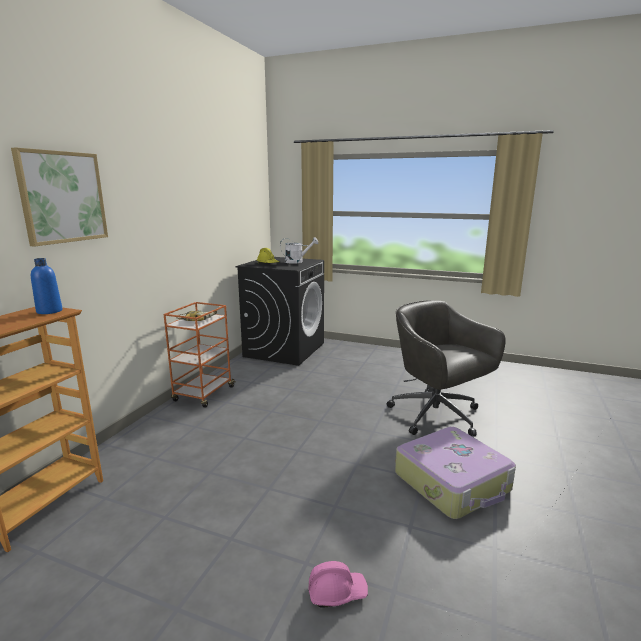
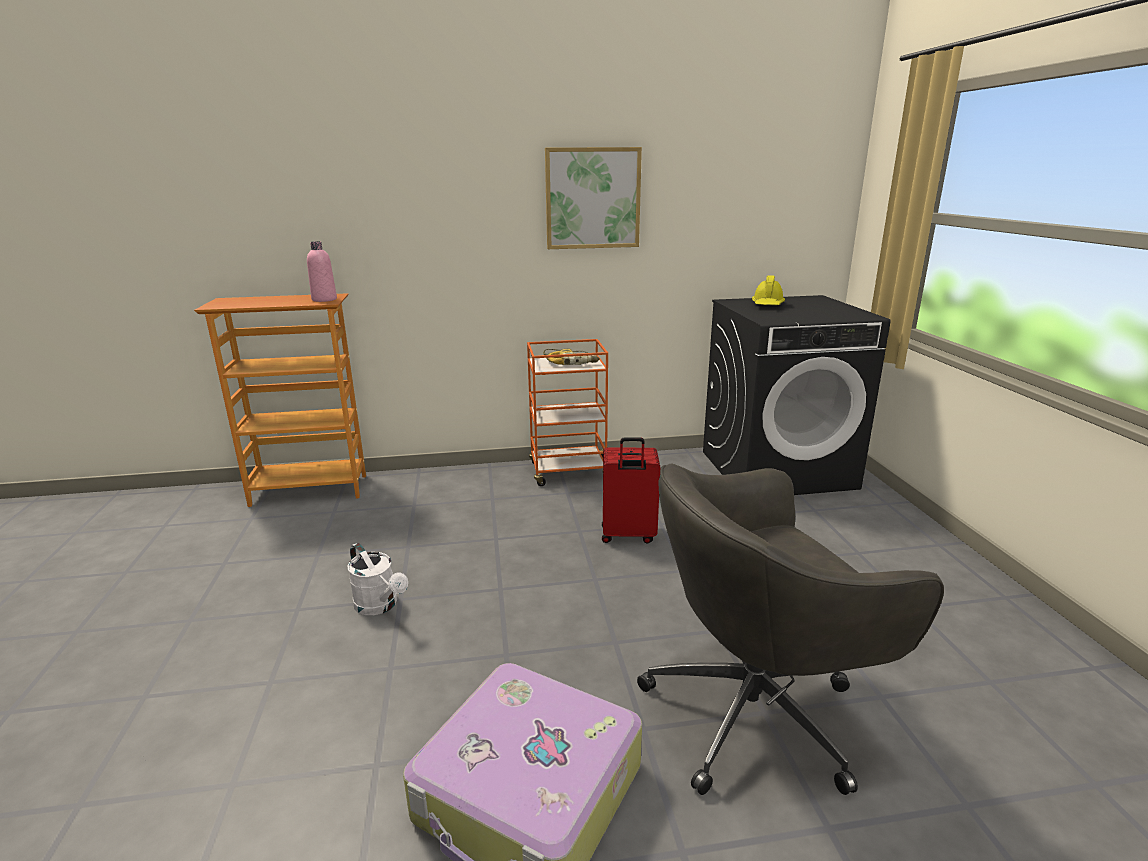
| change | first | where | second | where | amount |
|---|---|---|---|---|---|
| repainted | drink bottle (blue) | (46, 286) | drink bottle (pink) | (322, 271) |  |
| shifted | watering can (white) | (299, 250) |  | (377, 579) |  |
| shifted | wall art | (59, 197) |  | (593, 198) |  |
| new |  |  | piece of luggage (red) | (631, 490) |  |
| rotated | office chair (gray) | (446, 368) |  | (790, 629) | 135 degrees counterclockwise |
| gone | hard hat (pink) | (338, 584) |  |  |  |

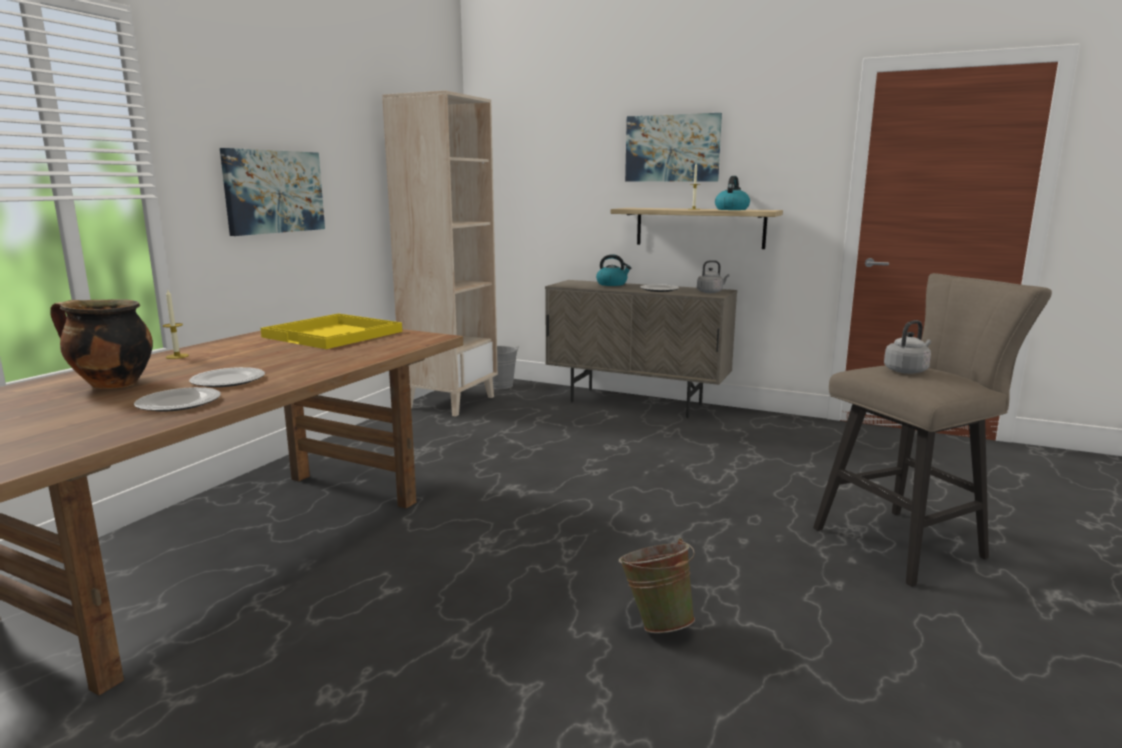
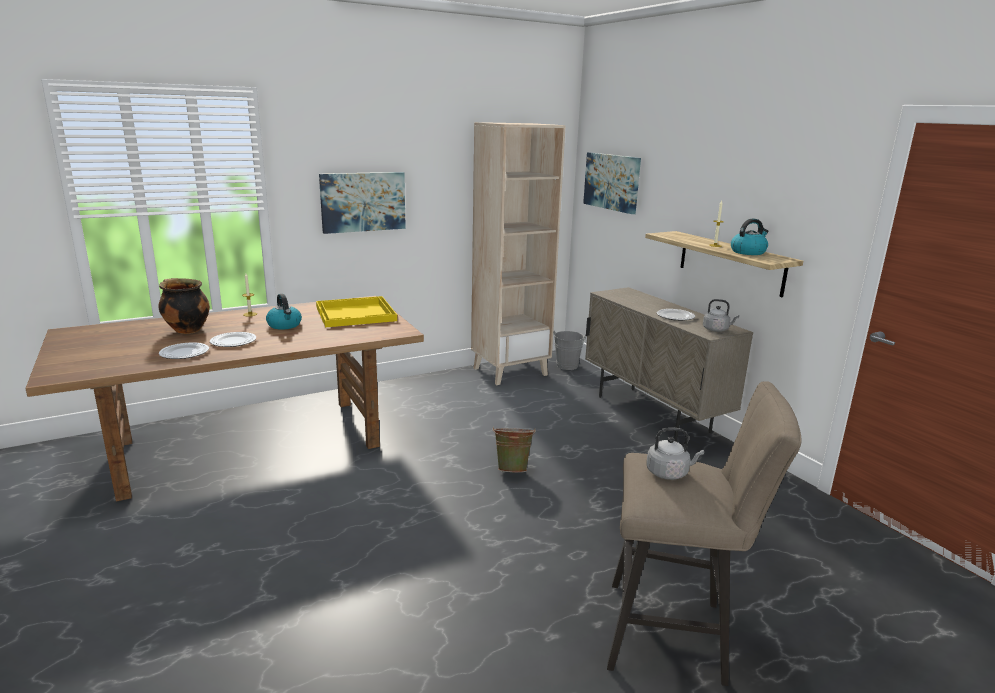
| change | first | where | second | where | amount |
|---|---|---|---|---|---|
| shifted | tea kettle | (614, 270) |  | (284, 312) |  |
| shifted | water bucket (green-coloured) | (657, 585) |  | (514, 449) |  |
| shifted | wall art | (673, 147) |  | (612, 183) |  |

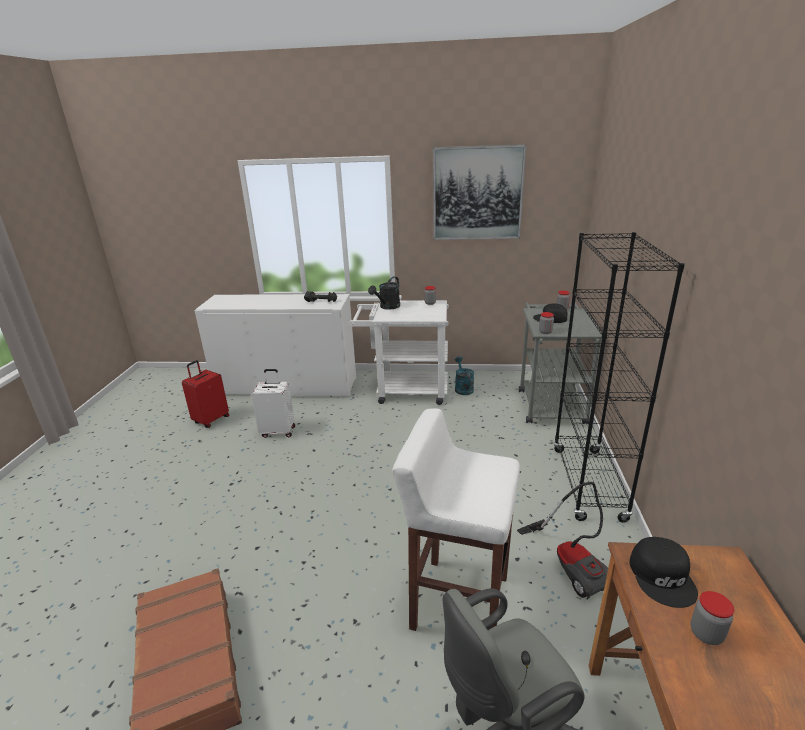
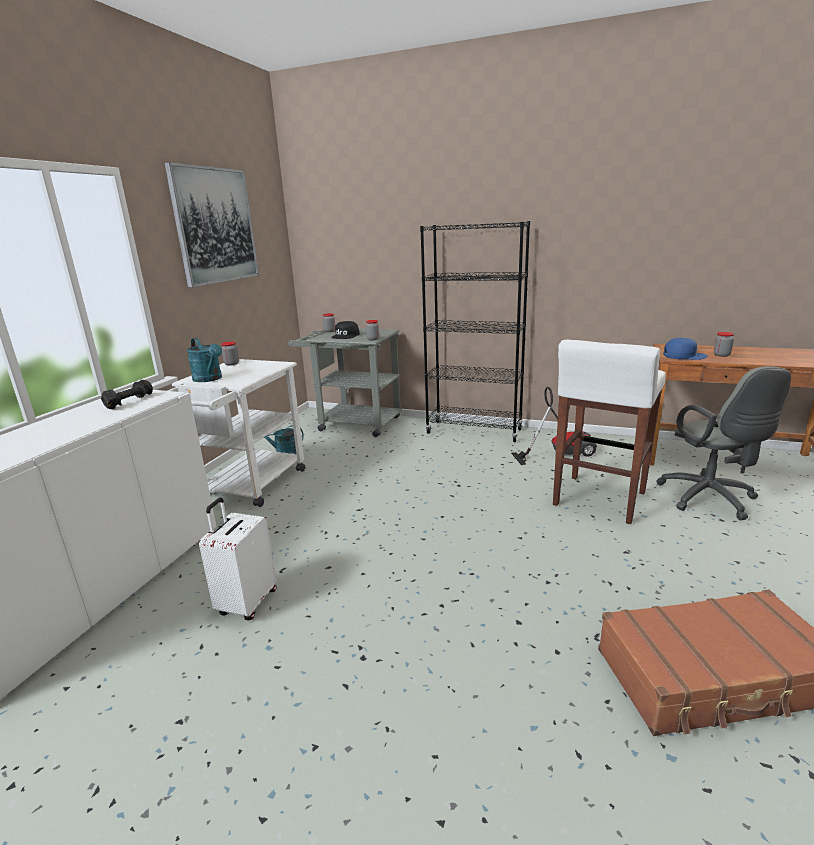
| change | first | where | second | where | amount |
|---|---|---|---|---|---|
| repainted | watering can (blackish) | (384, 293) | watering can (turquoise-coloured) | (204, 360) |  |
| repainted | cap (blackish) | (664, 572) | cap (blue) | (685, 349) |  |
| gone | piece of luggage (red) | (205, 394) |  |  |  |

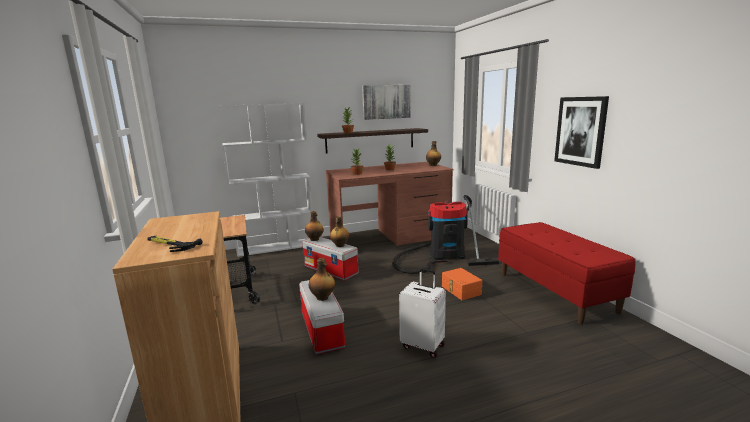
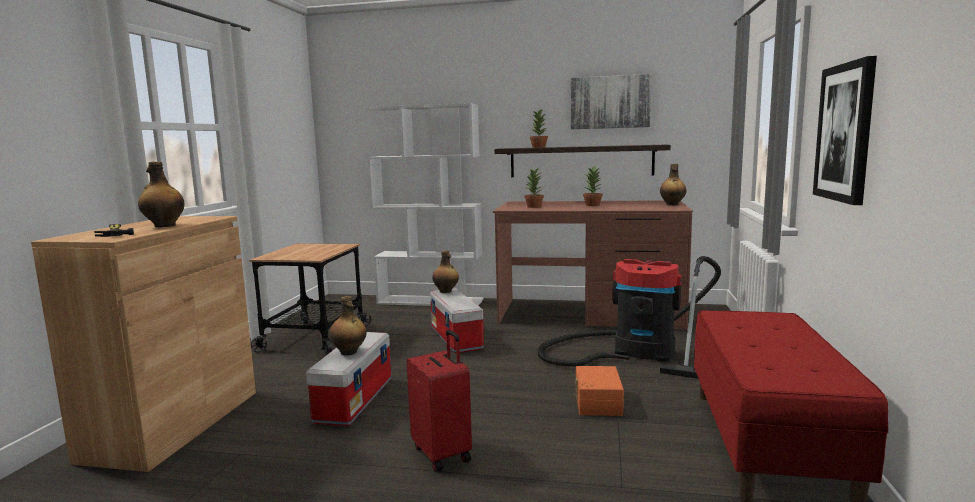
| change | first | where | second | where | amount |
|---|---|---|---|---|---|
| shifted | drink bottle | (339, 231) |  | (161, 194) |  |
| repainted | piece of luggage (white) | (422, 313) | piece of luggage (red) | (439, 401) |  |

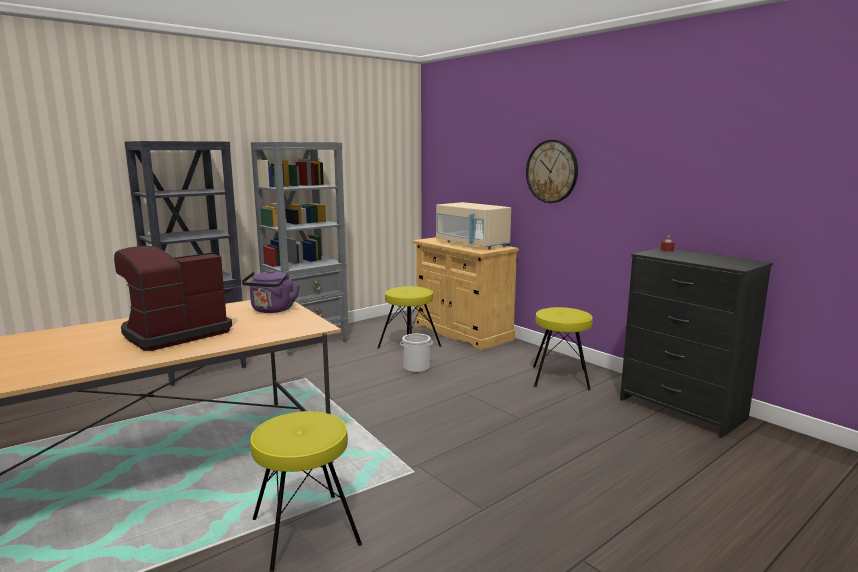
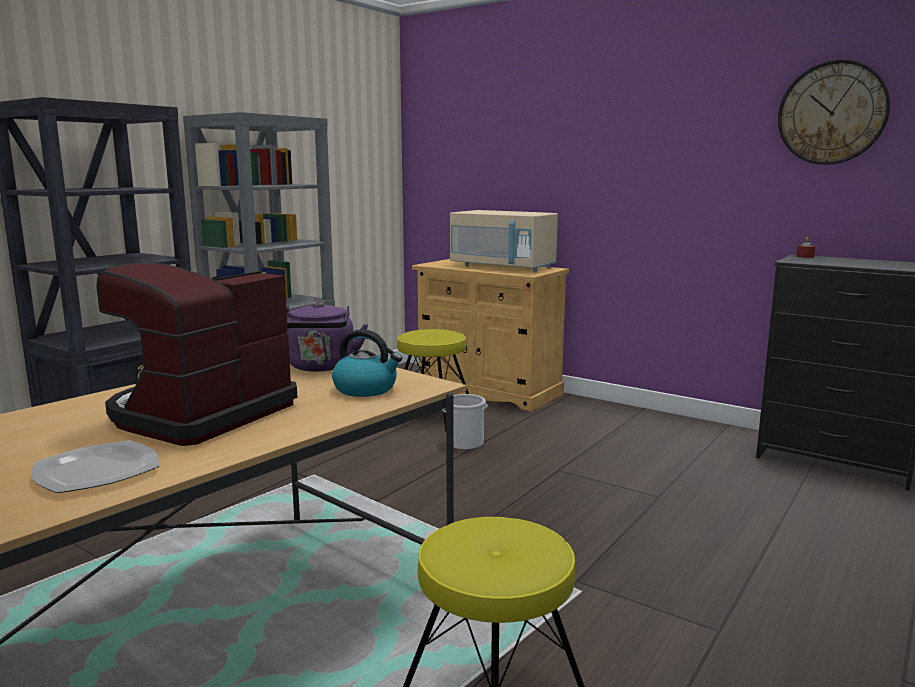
| change | first | where | second | where | amount |
|---|---|---|---|---|---|
| new |  |  | dinner plate | (95, 466) |  |
| new |  |  | tea kettle | (367, 363) |  |
| shifted | hanging clock | (552, 171) |  | (834, 112) |  |
| gone | stool seat (yellowish) | (563, 349) |  |  |  |

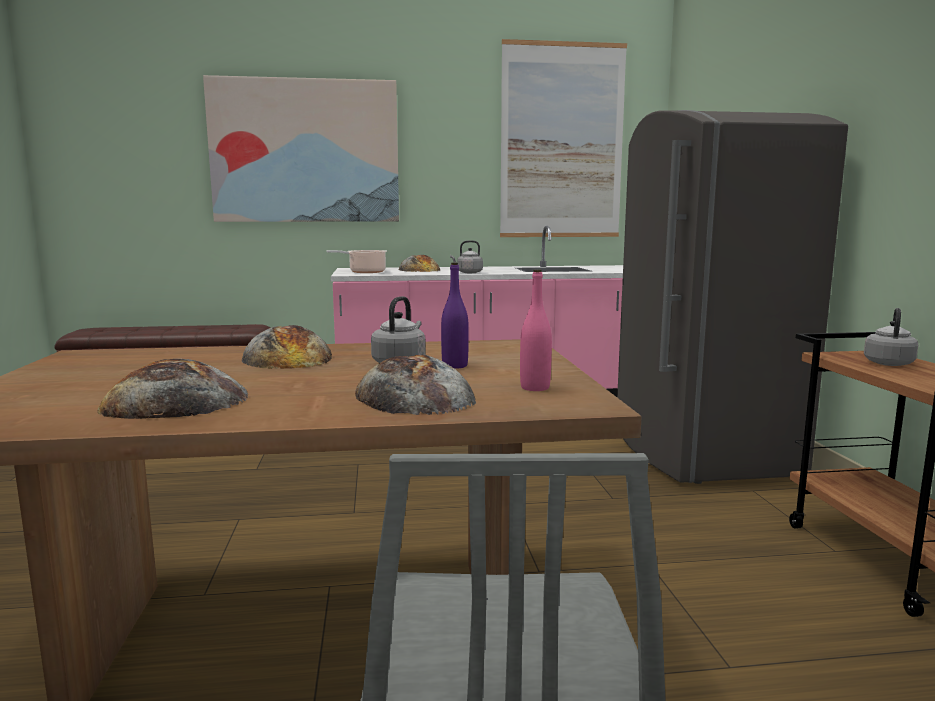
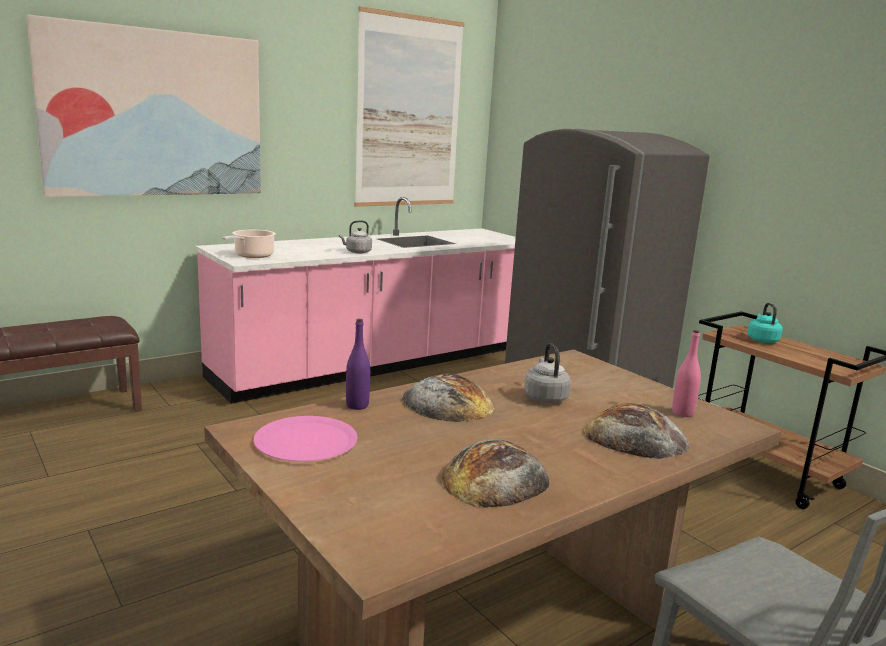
| change | first | where | second | where | amount |
|---|---|---|---|---|---|
| new |  |  | dinner plate (pink) | (305, 439) |  |
| shifted | drink bottle (purple-coloured) | (455, 315) |  | (358, 364) |  |
| repainted | tea kettle (gray) | (891, 337) | tea kettle (turquoise-coloured) | (765, 323) |  |
| gone | baked bread | (419, 263) |  |  |  |

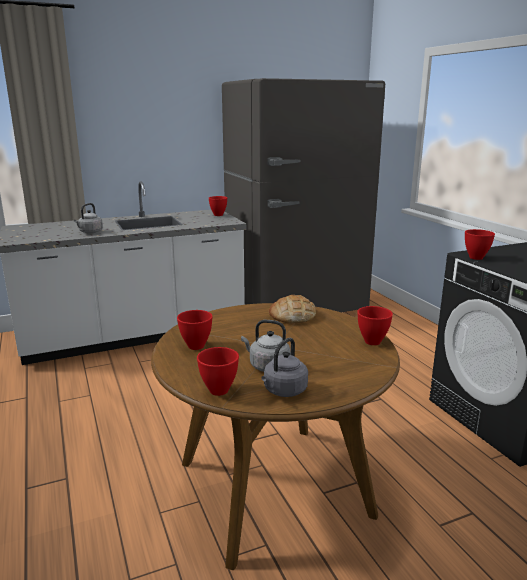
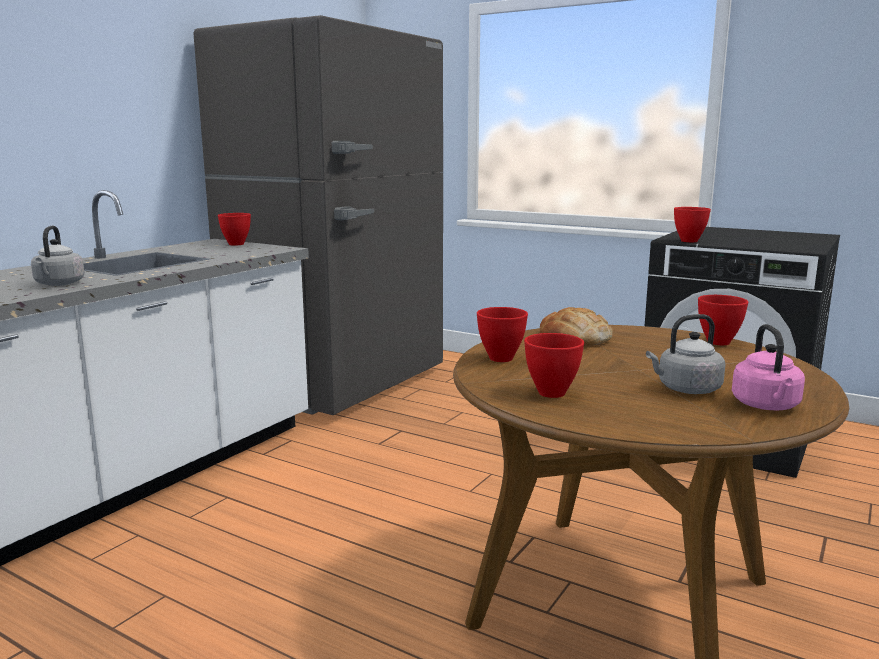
| change | first | where | second | where | amount |
|---|---|---|---|---|---|
| shifted | deep dish (red) | (218, 371) |  | (502, 334) |  |
| repainted | tea kettle (gray) | (284, 367) | tea kettle (pink) | (768, 367) |  |

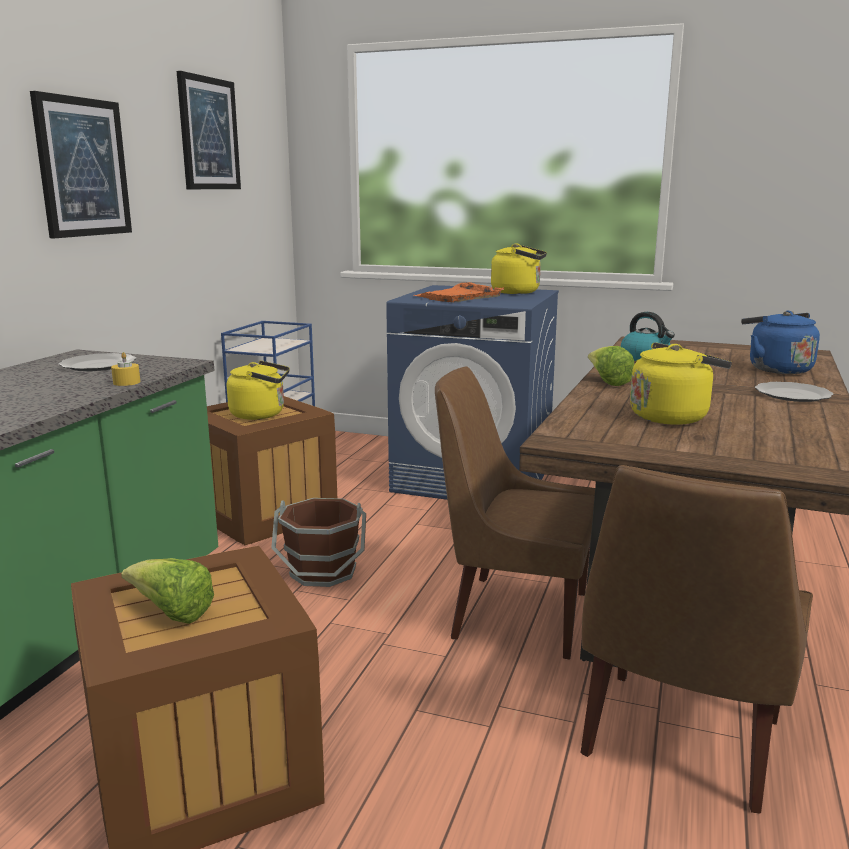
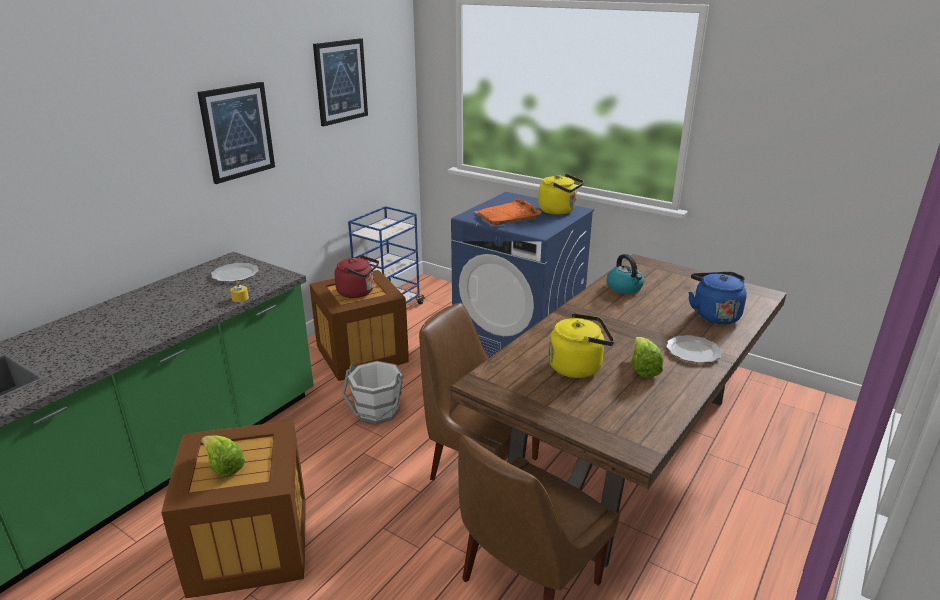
| change | first | where | second | where | amount |
|---|---|---|---|---|---|
| repainted | tea kettle (yellowish) | (258, 390) | tea kettle (red) | (356, 276) |  |
| repainted | water bucket (brownish) | (318, 542) | water bucket (white) | (372, 392) |  |
| shifted | head of lettuce | (611, 366) |  | (647, 357) |  |

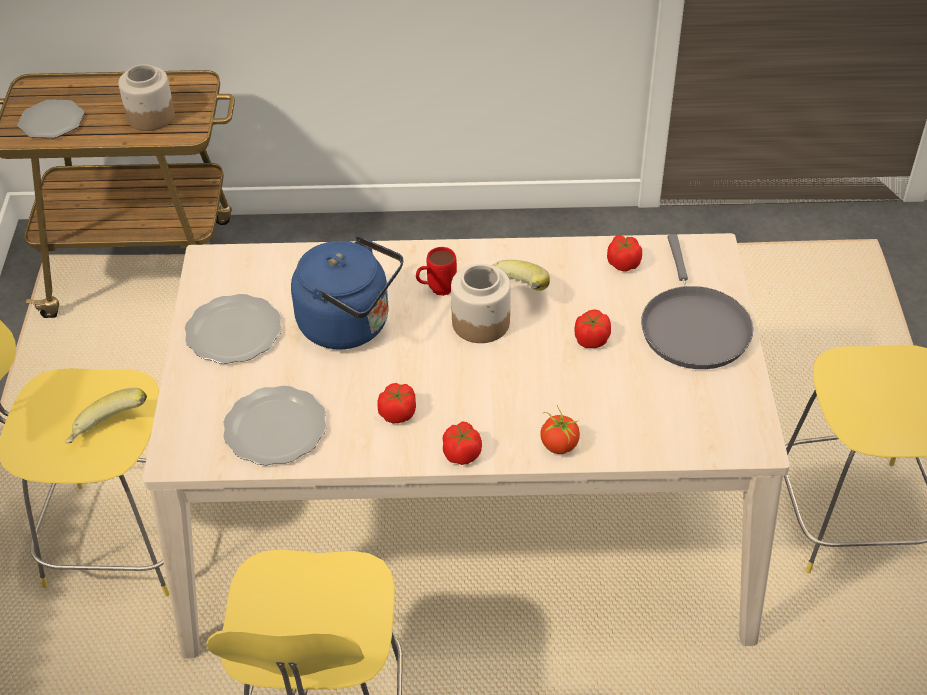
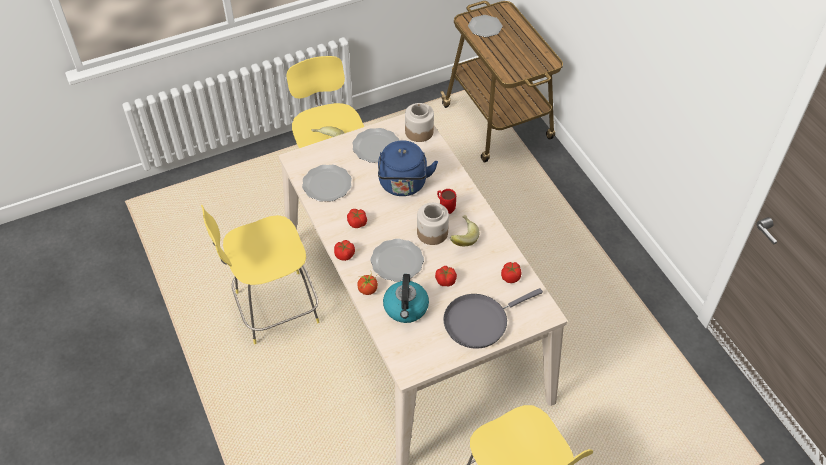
| change | first | where | second | where | amount |
|---|---|---|---|---|---|
| new |  |  | dinner plate | (397, 260) |  |
| new |  |  | tea kettle | (406, 298) |  |
| shifted | storage jar | (146, 97) |  | (419, 122) |  |

